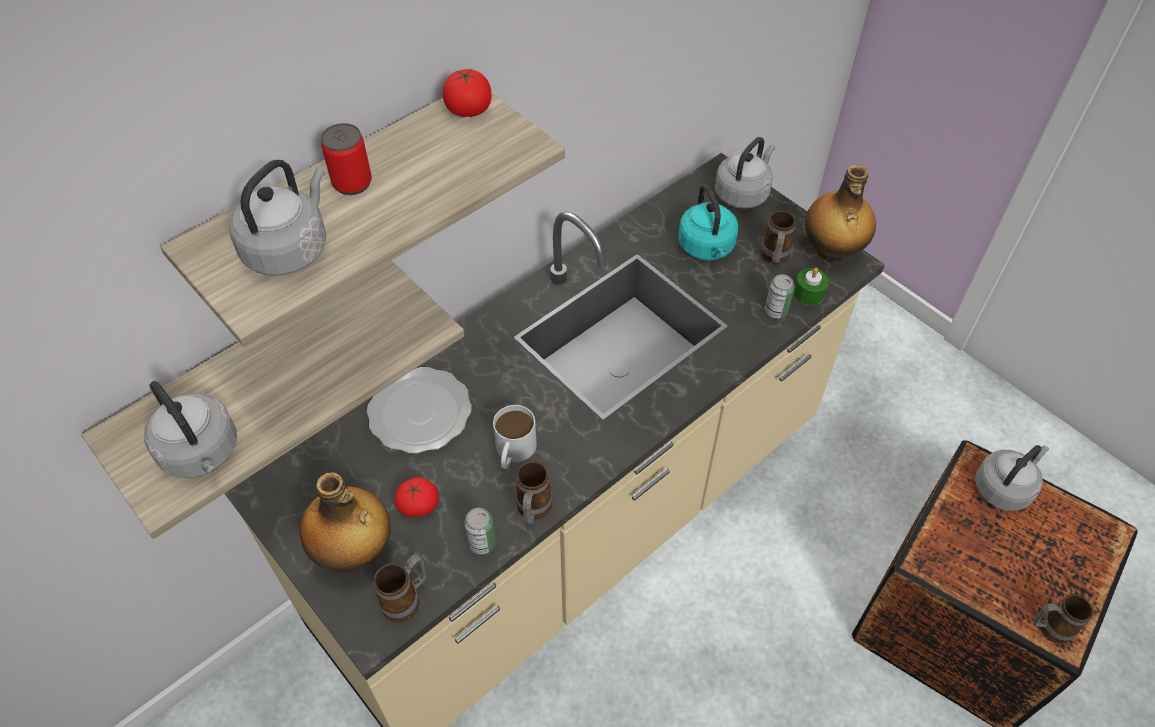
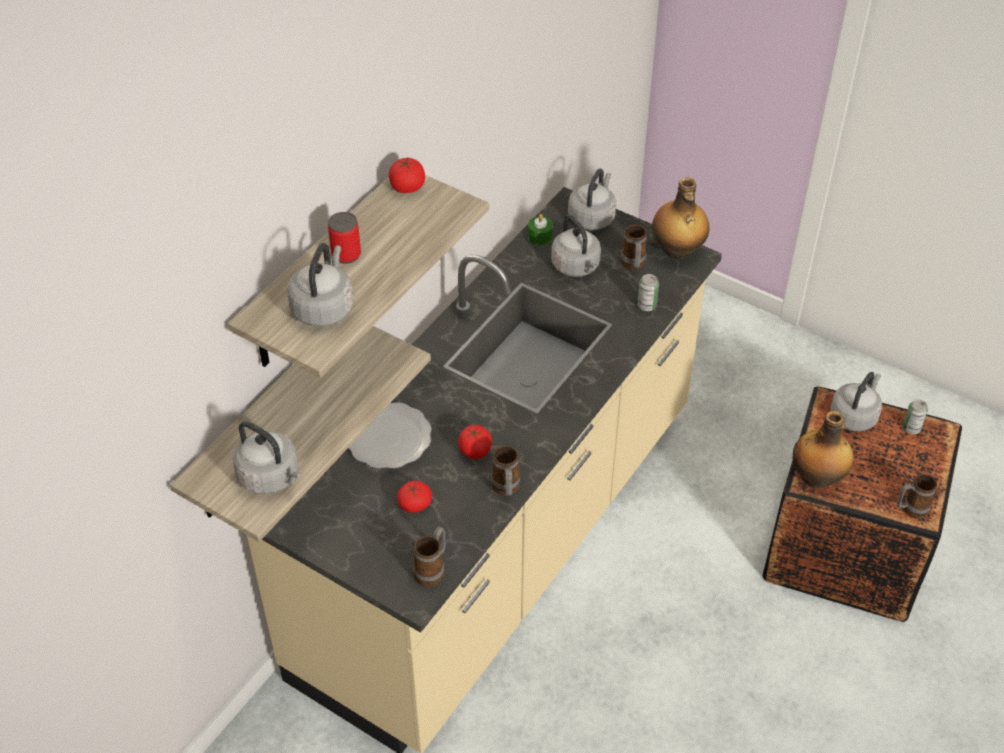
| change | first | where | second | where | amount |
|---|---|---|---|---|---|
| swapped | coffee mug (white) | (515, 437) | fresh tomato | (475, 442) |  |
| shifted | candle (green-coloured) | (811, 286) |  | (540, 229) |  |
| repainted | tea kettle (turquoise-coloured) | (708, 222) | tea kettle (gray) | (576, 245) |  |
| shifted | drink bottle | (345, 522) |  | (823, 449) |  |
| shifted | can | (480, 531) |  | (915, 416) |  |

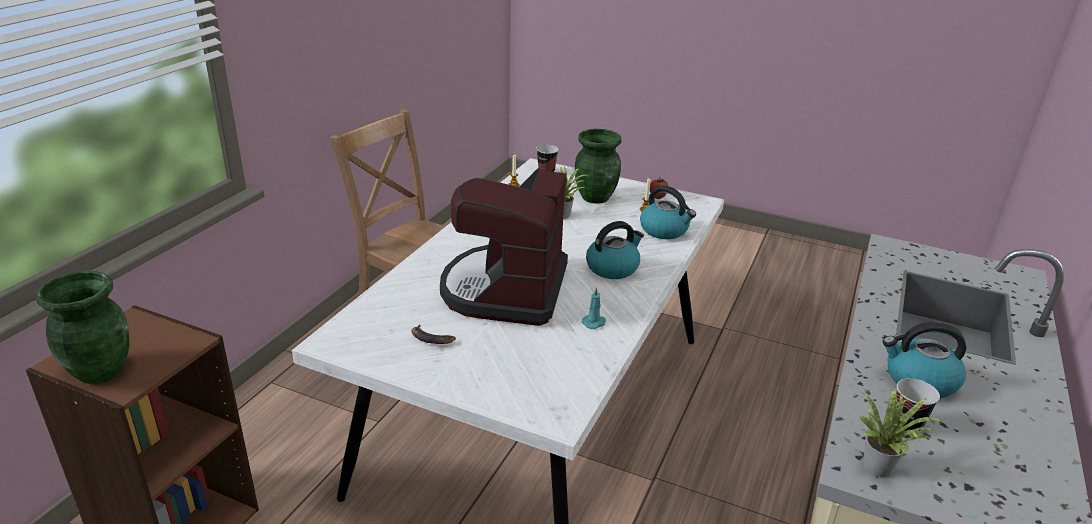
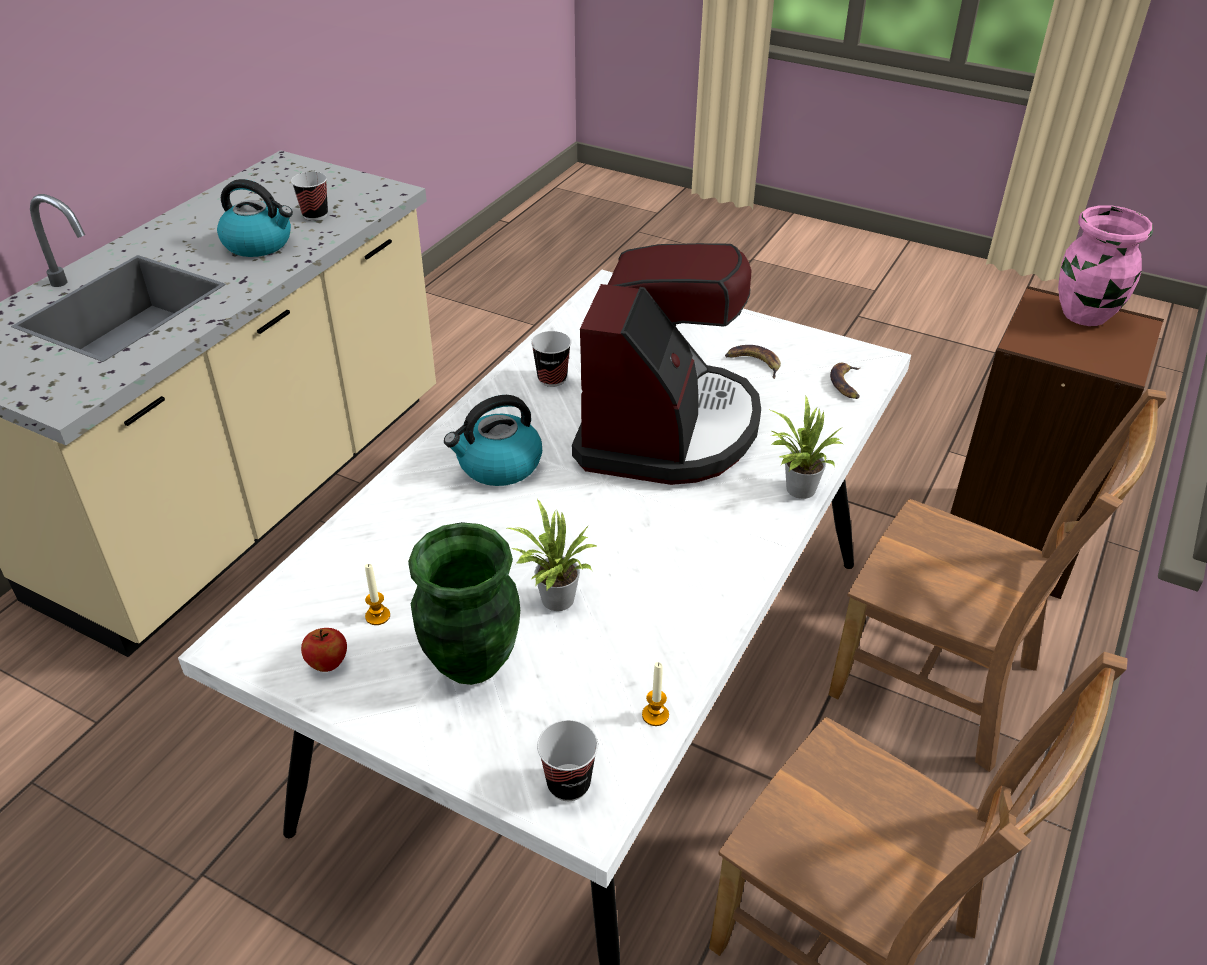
| change | first | where | second | where | amount |
|---|---|---|---|---|---|
| swapped | candle (turquoise-coloured) | (594, 308) | drinking cup | (551, 359) |  |
| shifted | houseplant | (901, 432) |  | (807, 447) |  |
| new |  |  | upright chair (brownish) | (997, 580) |  |
| new |  |  | banana | (845, 381) |  |
| repainted | decorative vase (green-coloured) | (82, 327) | decorative vase (pink) | (1105, 265) |  |
| gone | tea kettle | (668, 212) |  |  |  |

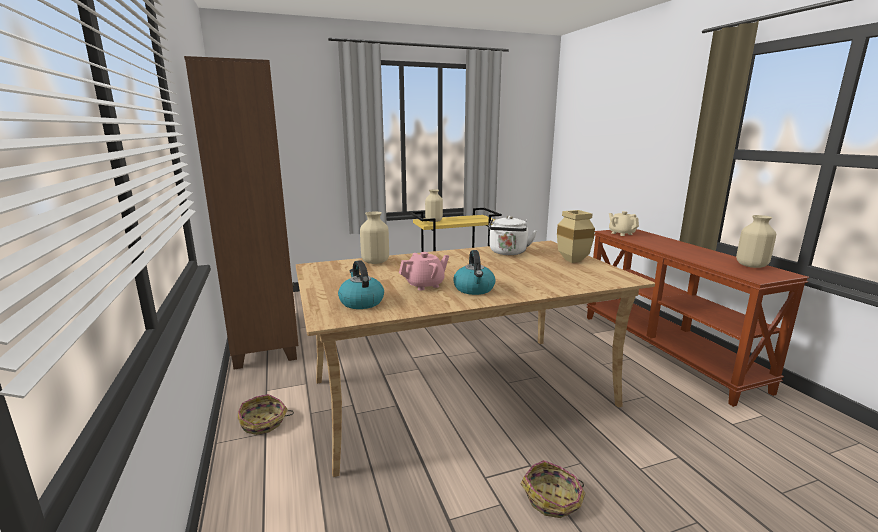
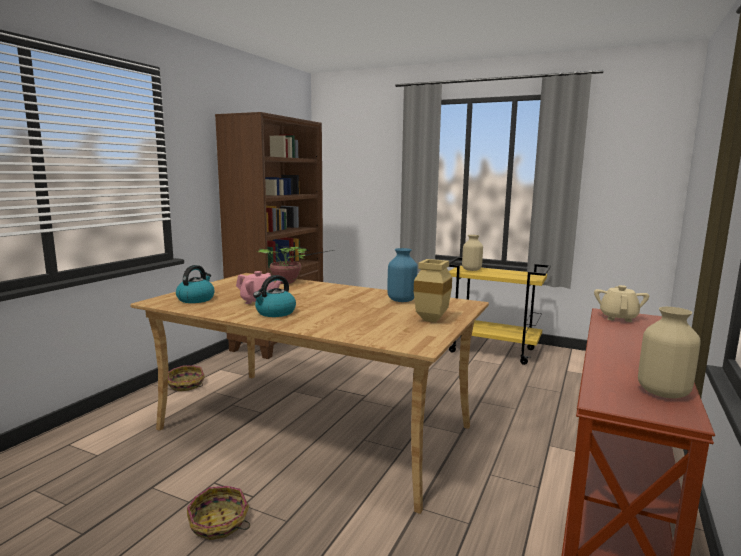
| change | first | where | second | where | amount |
|---|---|---|---|---|---|
| swapped | decorative vase (beige) | (374, 238) | houseplant | (298, 265) |  |
| swapped | tea kettle (white) | (512, 235) | decorative vase (blue) | (402, 275) |  |

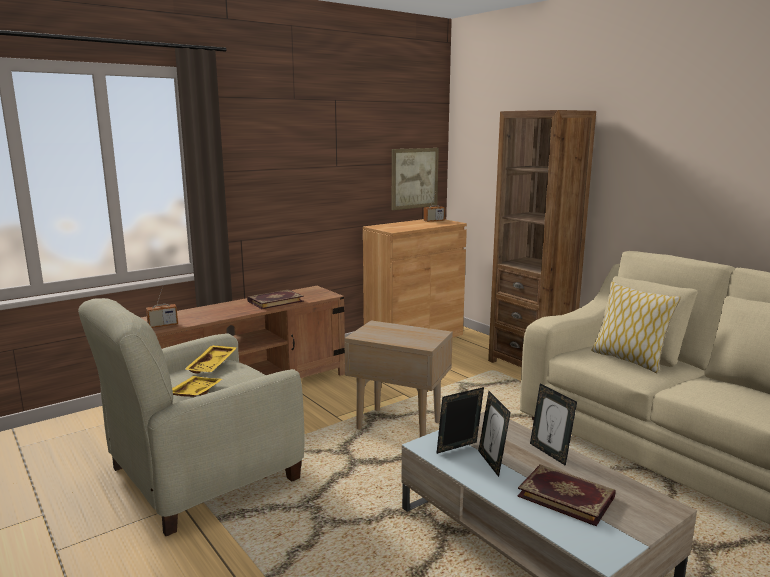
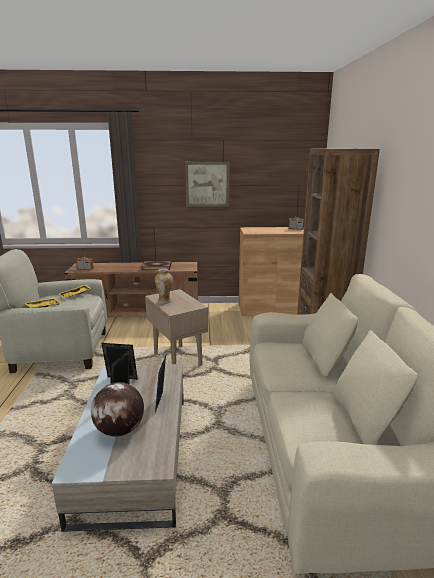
| change | first | where | second | where | amount |
|---|---|---|---|---|---|
| swapped | volume | (566, 495) | globe | (117, 409) |  |
| new |  |  | decorative vase | (164, 286) |  |
| shifted | wall art | (415, 179) |  | (207, 184) |  |
| gone | cushion | (636, 327) |  |  |  |

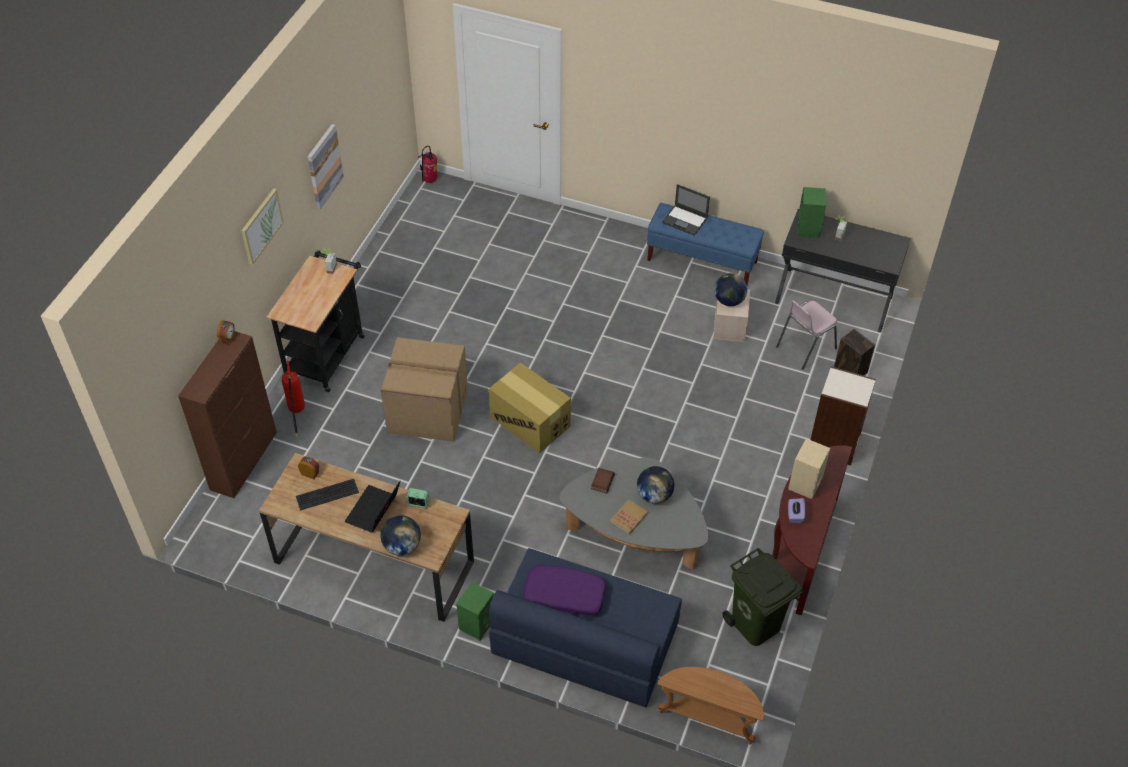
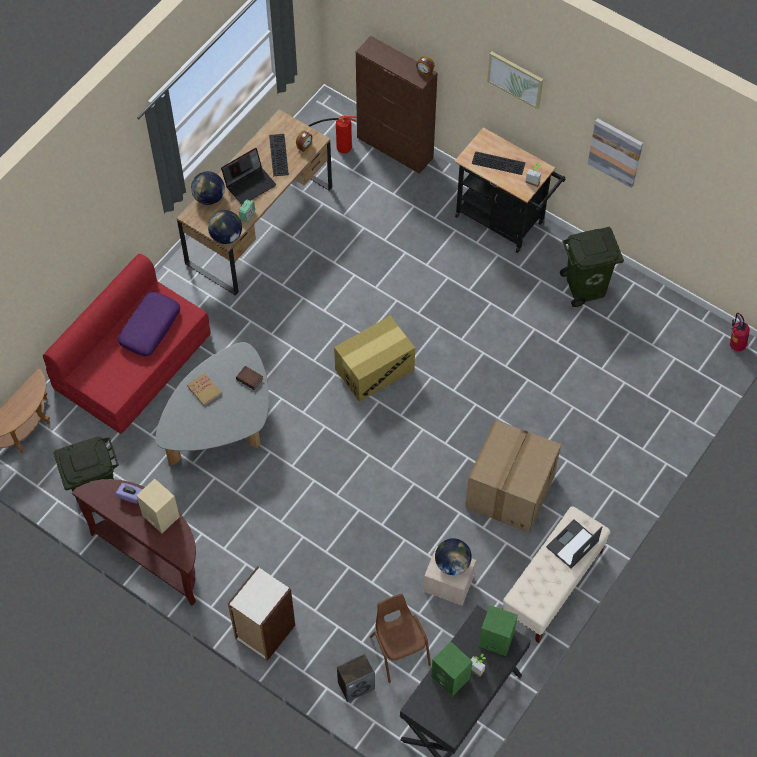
| change | first | where | second | where | amount |
|---|---|---|---|---|---|
| repainted | sofa (blue) | (585, 627) | sofa (red) | (126, 344) |  |
| shifted | globe | (655, 485) |  | (225, 227) |  |
| rotated | portable computer | (373, 506) |  | (248, 176) | 105 degrees clockwise |
| shifted | extinguisher | (293, 399) |  | (333, 134) |  |
| repainted | upright chair (pink) | (806, 335) | upright chair (brownish) | (400, 638) |  |
| shifted | speaker (green-coloured) | (475, 611) |  | (452, 669) |  |
| shifted | packing box | (424, 389) |  | (513, 476) |  |
| new |  |  | PC keyboard | (499, 163) |  |
| repainted | indoor bench (blue) | (705, 244) | indoor bench (beige) | (556, 574) |  |
| new |  |  | trash can (green-coloured) | (592, 267) |  |

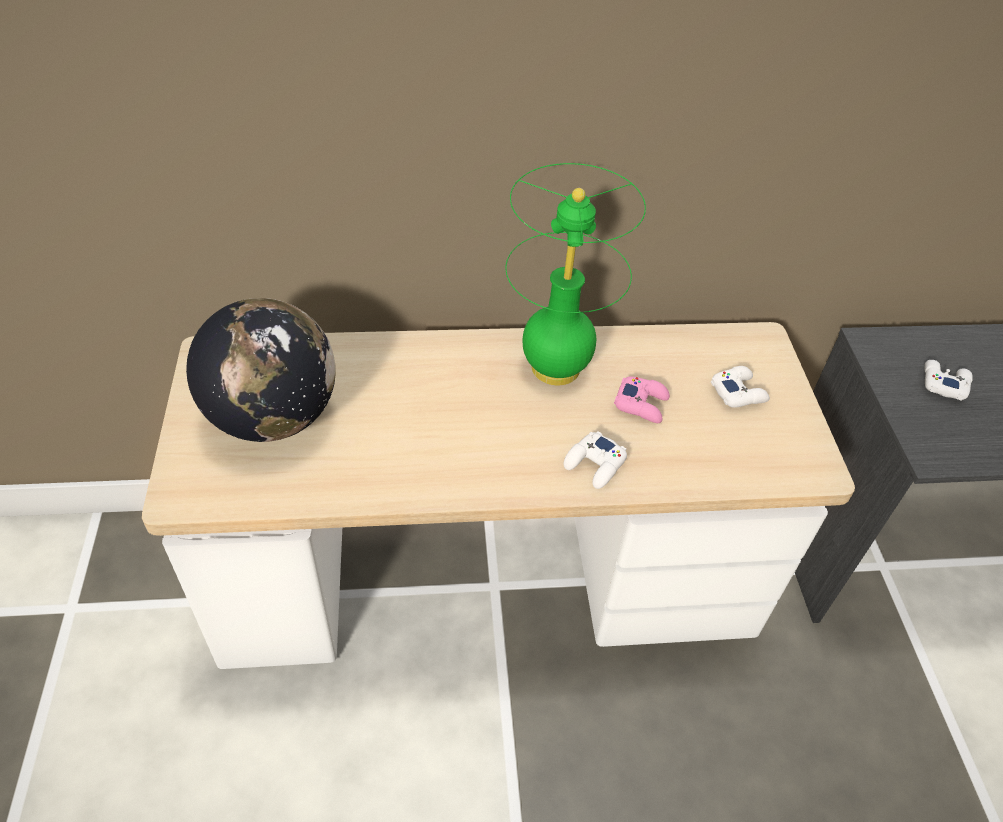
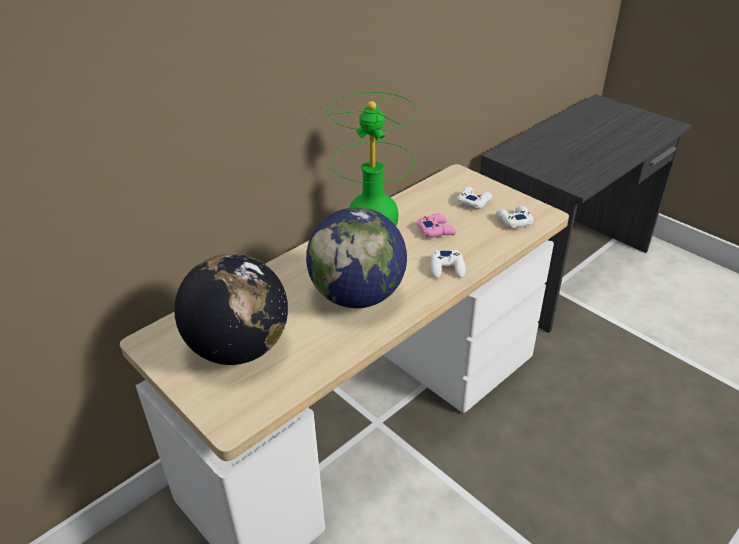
| change | first | where | second | where | amount |
|---|---|---|---|---|---|
| new |  |  | globe | (356, 257) |  |
| shifted | game controller (white) | (949, 380) |  | (515, 217) |  |

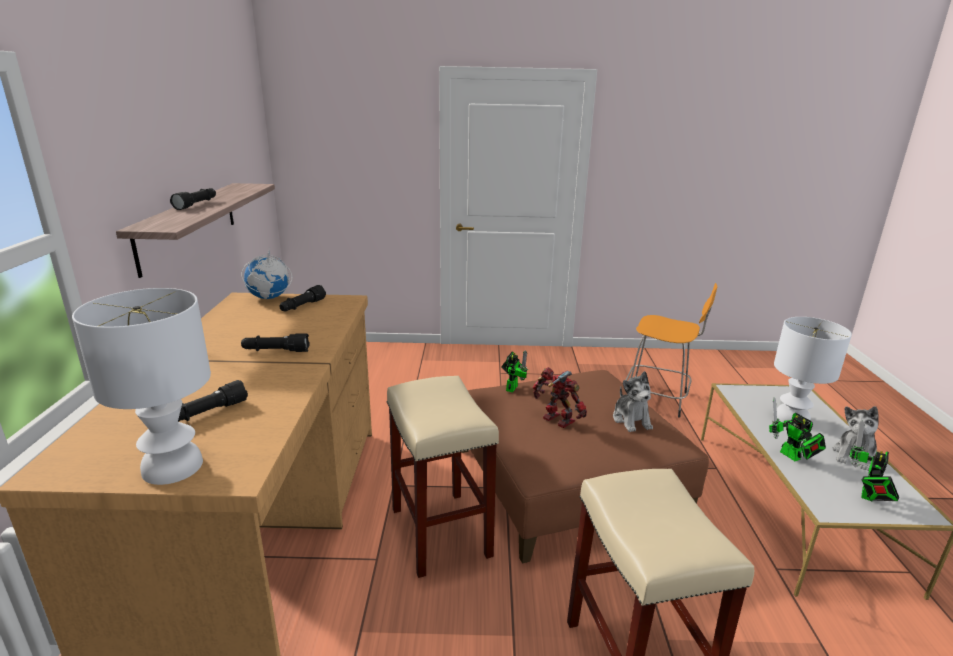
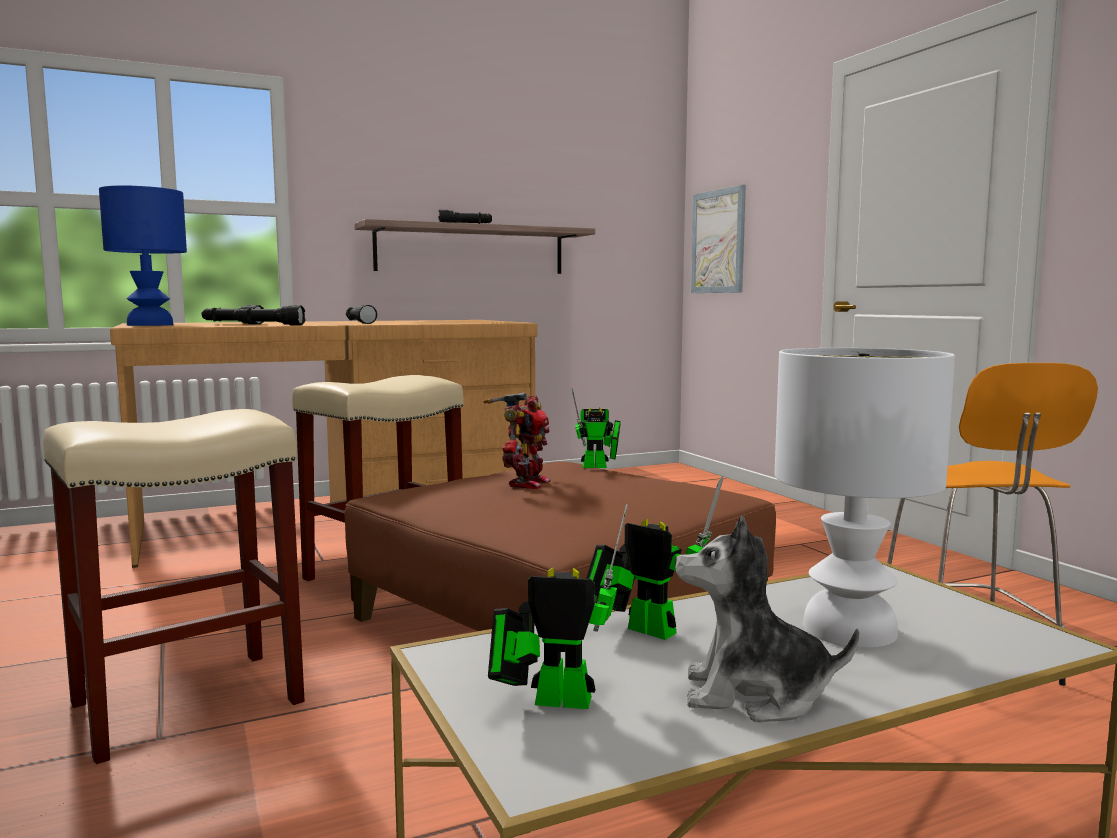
| change | first | where | second | where | amount |
|---|---|---|---|---|---|
| repainted | lamp for a table (white) | (141, 386) | lamp for a table (blue) | (143, 255) |  |
| shifted | hand torch (blackish) | (302, 298) |  | (269, 315) |  |
| rotated | toy robot | (797, 429) |  | (654, 558) | 90 degrees clockwise |
| new |  |  | wall art | (718, 239) |  |
| gone | globe | (267, 273) |  |  |  |
| gone | cuddly toy | (633, 401) |  |  |  |

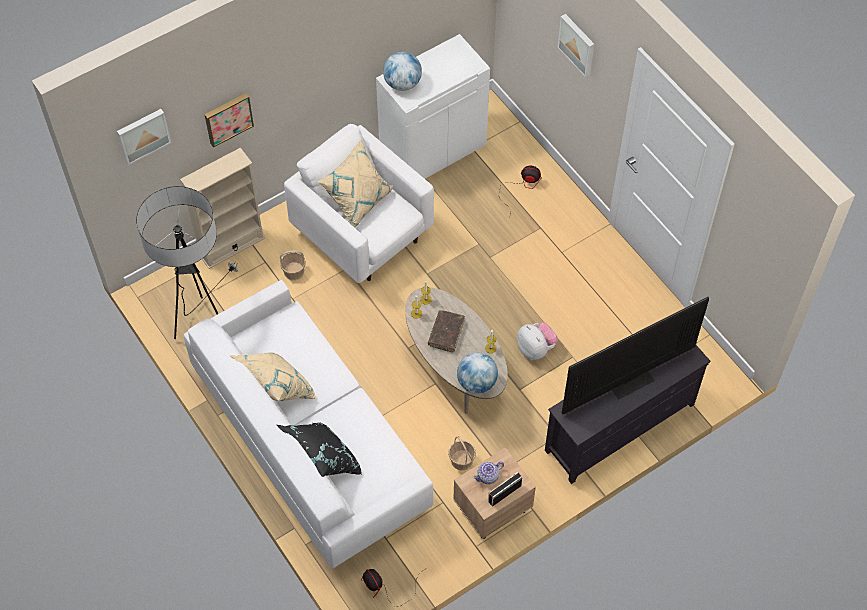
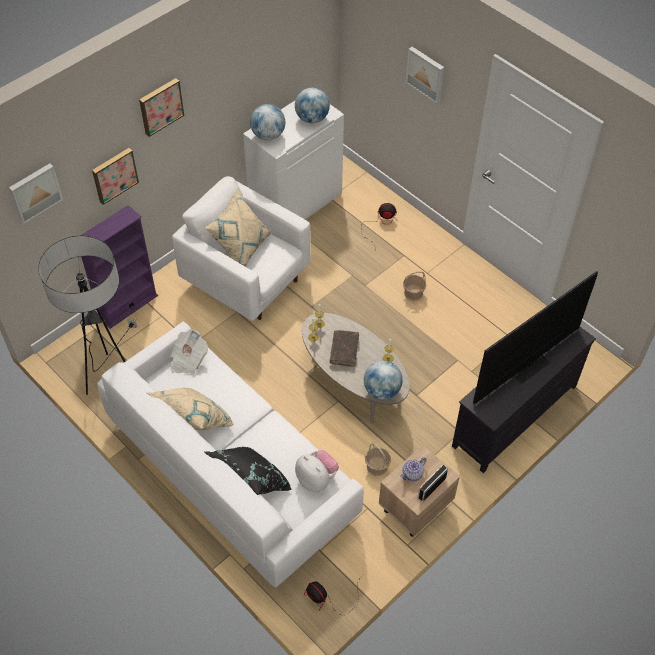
| change | first | where | second | where | amount |
|---|---|---|---|---|---|
| repainted | bookcase (beige) | (222, 208) | bookcase (purple-coloured) | (119, 267) |  |
| new |  |  | wall art | (161, 107) |  |
| new |  |  | newspaper | (189, 352) |  |
| new |  |  | globe | (312, 106) |  |
| shifted | cuddly toy | (537, 341) |  | (317, 471) |  |
| shifted | storage basket | (293, 265) |  | (414, 286) |  |

